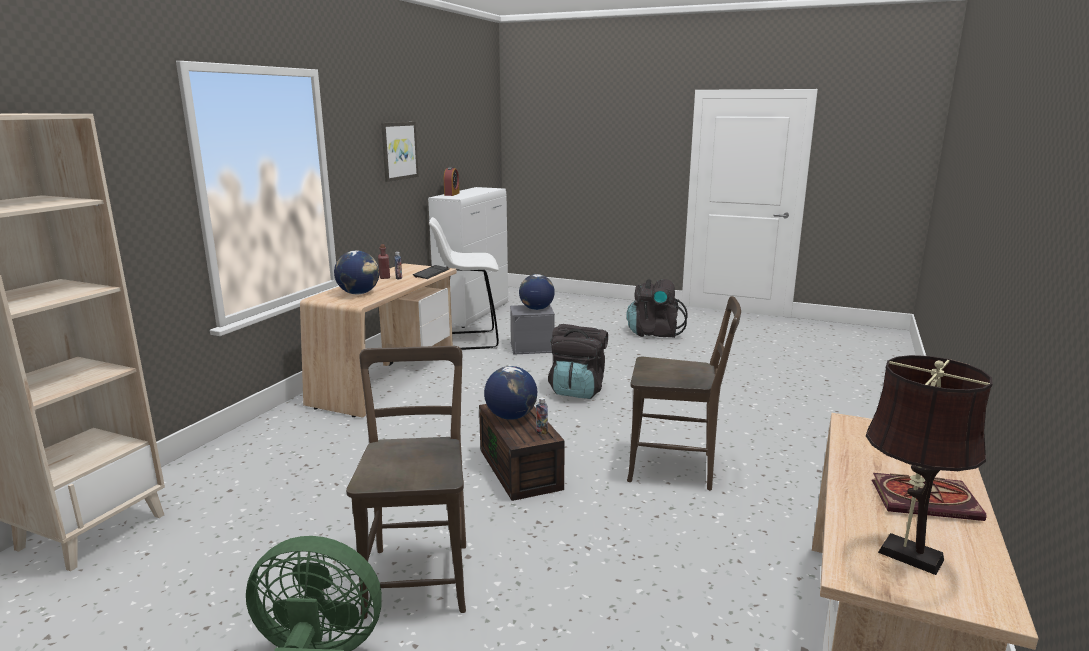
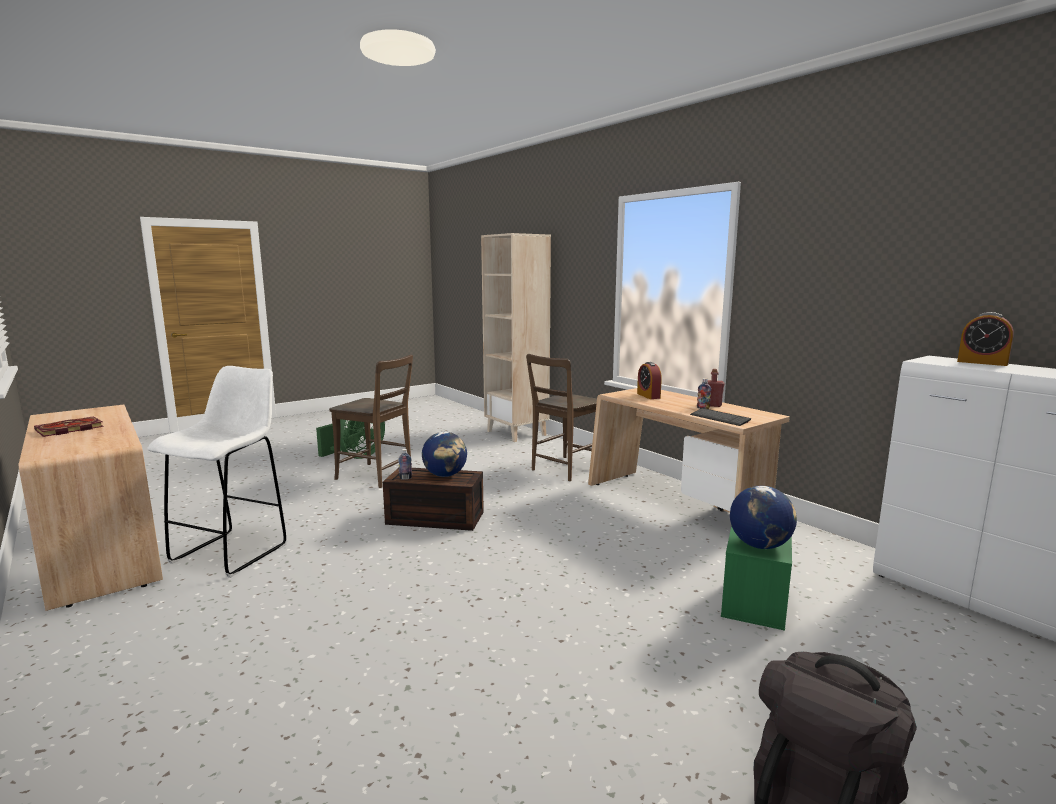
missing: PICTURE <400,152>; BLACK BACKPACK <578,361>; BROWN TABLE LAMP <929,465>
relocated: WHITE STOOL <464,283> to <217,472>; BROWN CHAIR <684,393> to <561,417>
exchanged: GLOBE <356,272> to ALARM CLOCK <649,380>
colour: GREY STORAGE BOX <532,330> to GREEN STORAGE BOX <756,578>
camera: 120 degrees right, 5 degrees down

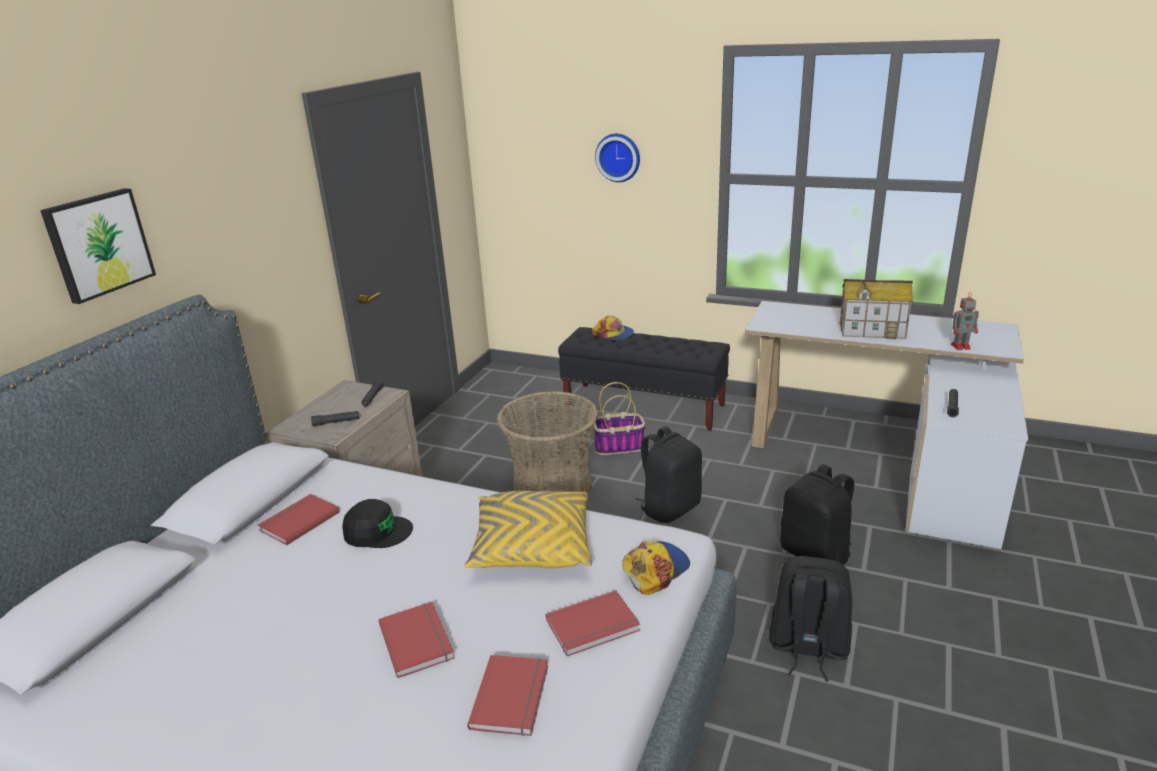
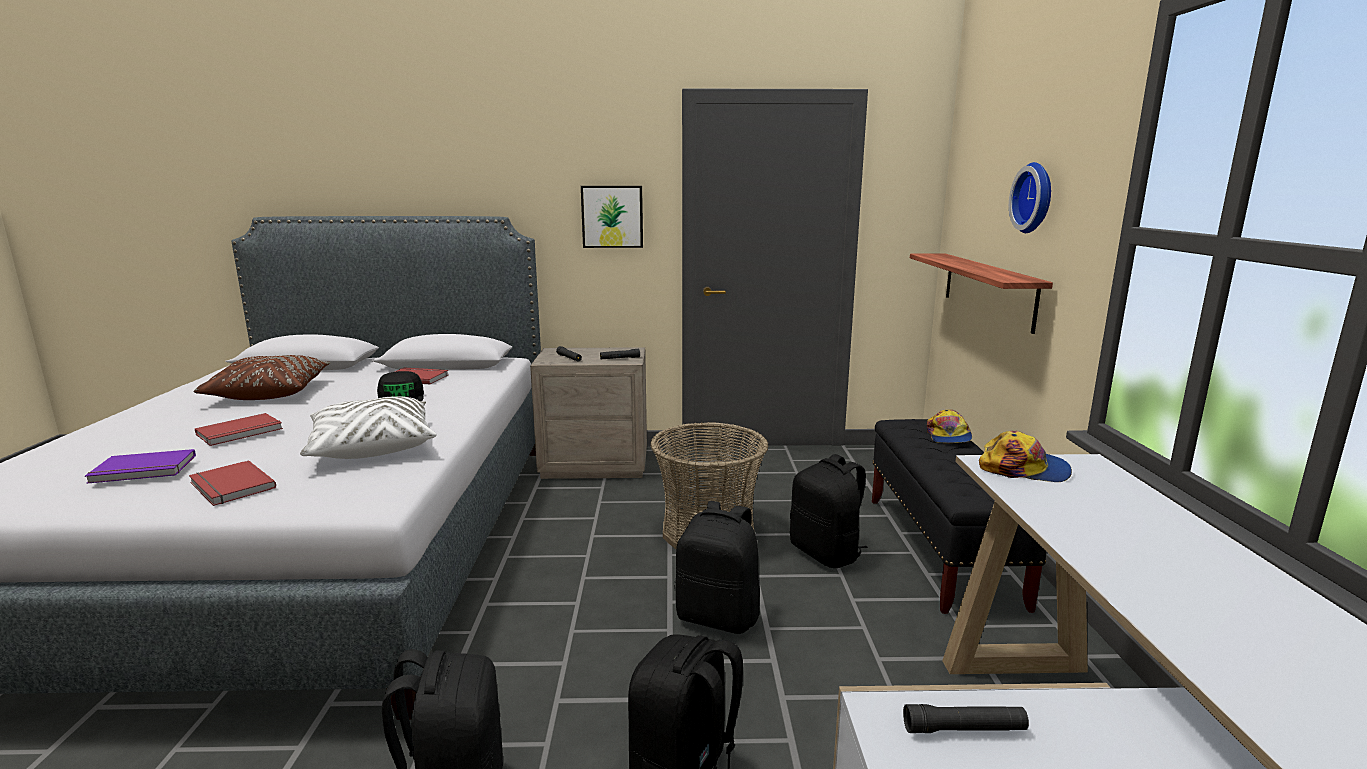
missing: TOY HOUSE <876,309>; TOY ROBOT <965,321>
appeared: BROWN PILLOW <262,377>; SHELF <981,294>
relocated: PICTURE <98,246> to <612,217>; CAP <656,568> to <1025,456>
exchanged: BASKET <619,418> to BLACK BACKPACK <829,511>
colour: YELLOW PILLOW <528,529> to WHITE PILLOW <368,427>; RED BOOK <507,695> to PURPLE BOOK <140,466>
camera: 65 degrees right, 10 degrees down

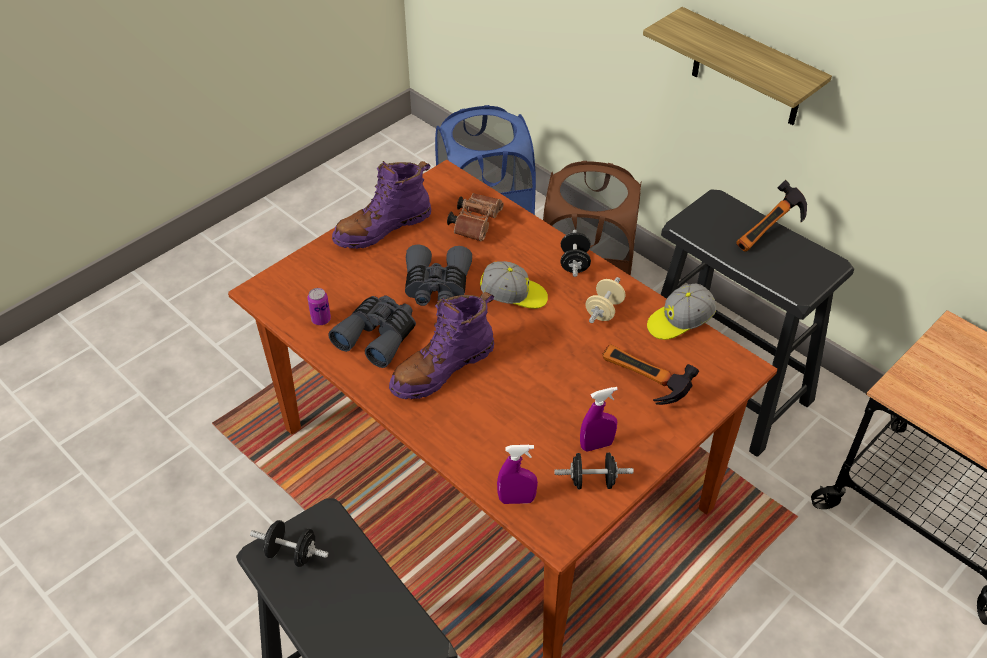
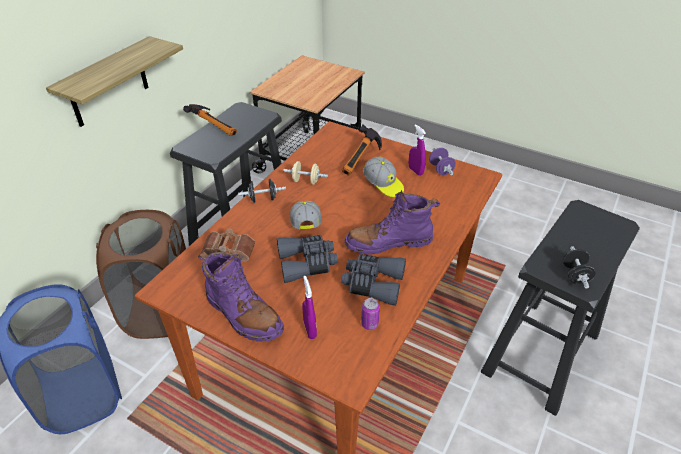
relocated: PURPLE SPRAY BOTTLE <517,474> to <309,307>; CAP <681,311> to <383,176>
colour: BLACK DUMBBELL <594,471> to PURPLE DUMBBELL <442,161>
spun: PURPLE BOOT <441,345> = <392,222> 135 degrees clockwise
camera: 105 degrees left, 5 degrees down

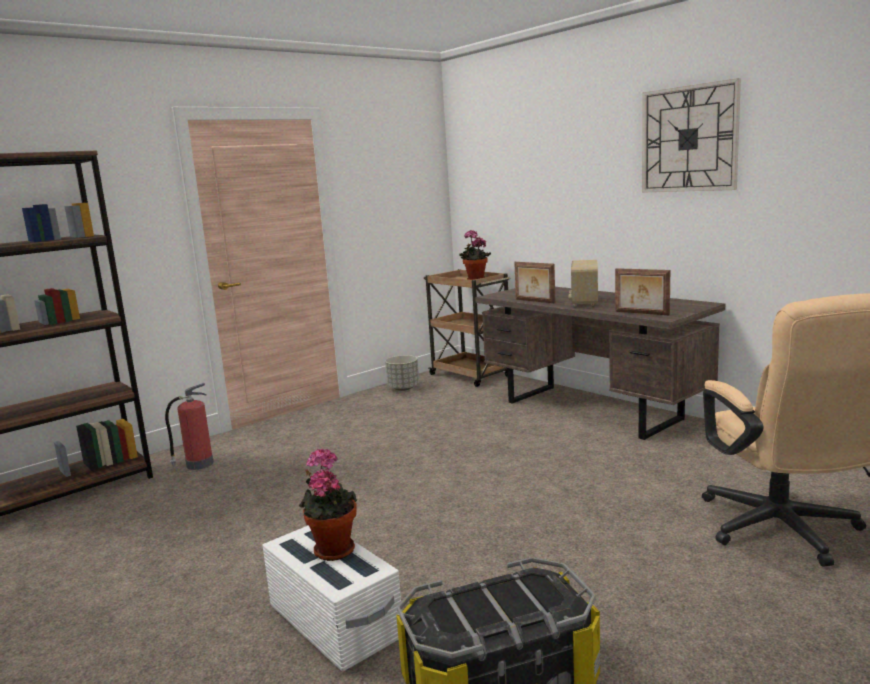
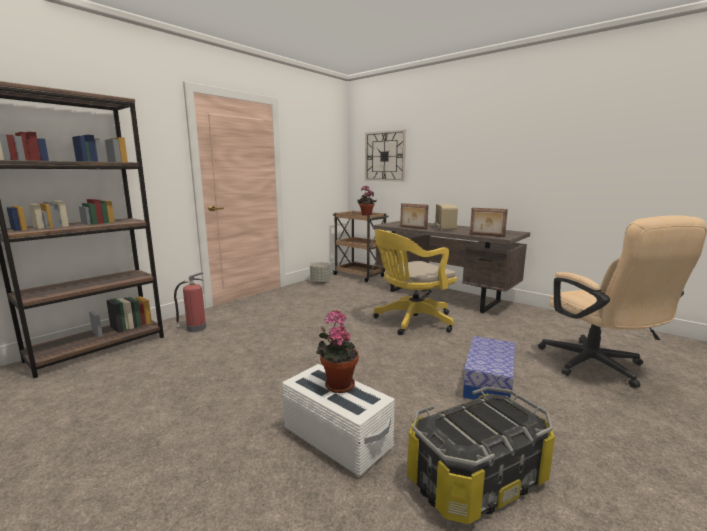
appeared: YELLOW OFFICE CHAIR <415,282>; STORAGE BOX <489,368>
relocated: WALL CLOCK <691,135> to <385,156>
camera: 10 degrees left, 0 degrees up

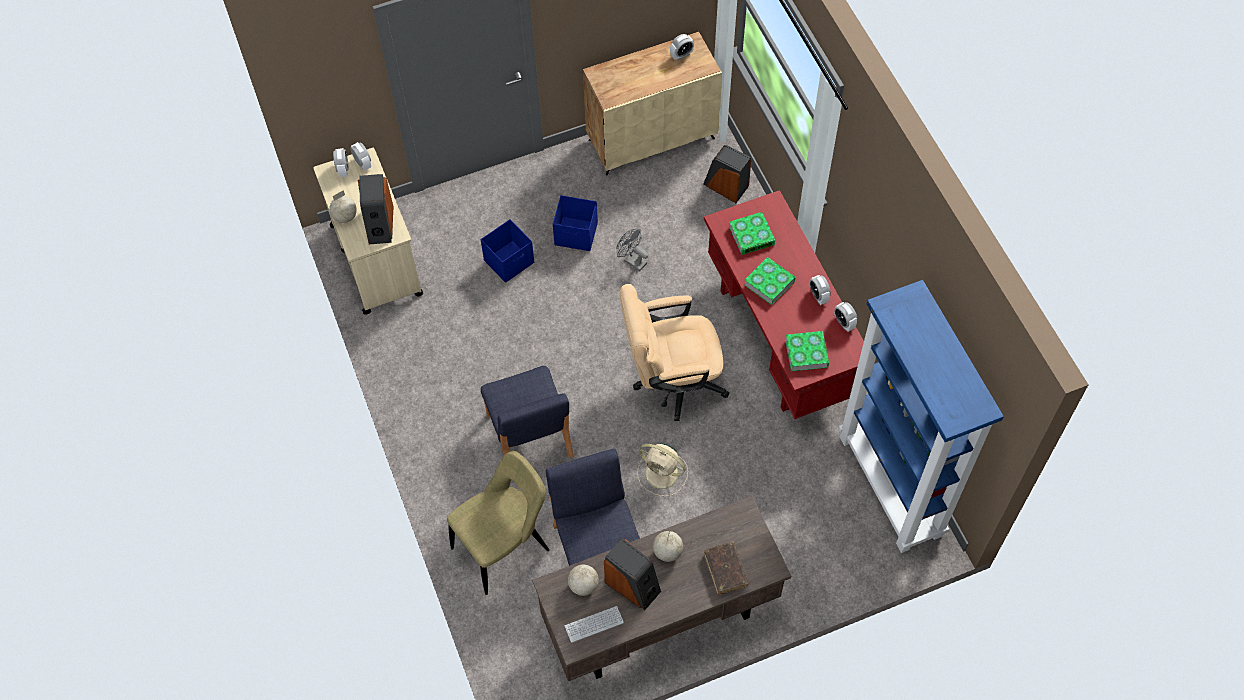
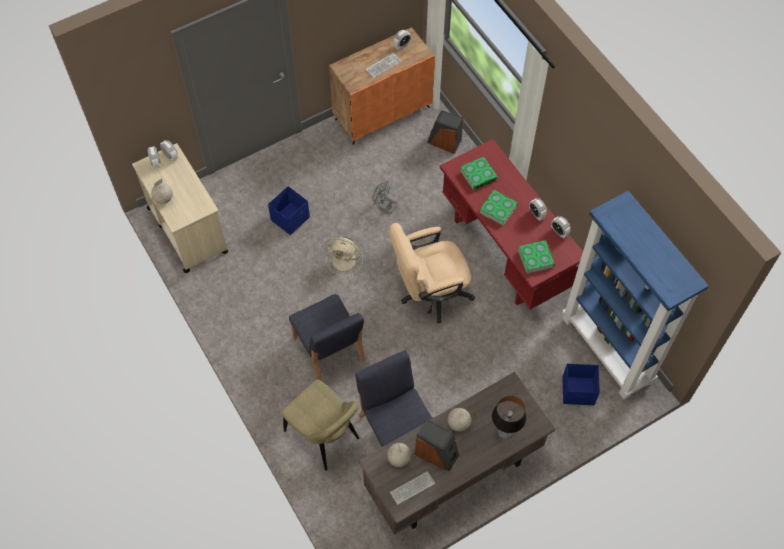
missing: SPEAKER <375,209>
appeared: KEYBOARD <383,65>
relocated: BLUE STORAGE BOX <575,223> to <581,384>; BEIGE FAN <662,470> to <344,256>
exchanged: BROWN BOOK <726,568> to TABLE LAMP <509,417>
colour: BEIGE CABINET <652,104> to ORANGE CABINET <382,86>
spun: BEIGE CHAIR <498,523> = <320,425> 90 degrees clockwise
camera: 10 degrees left, 0 degrees up

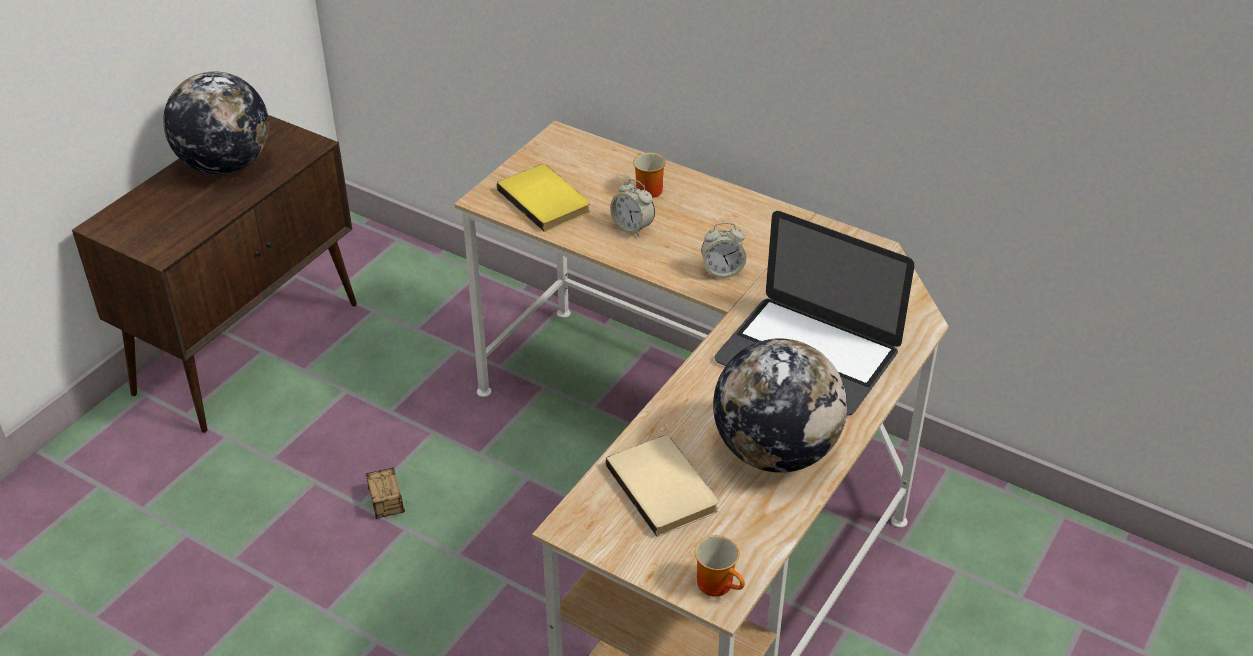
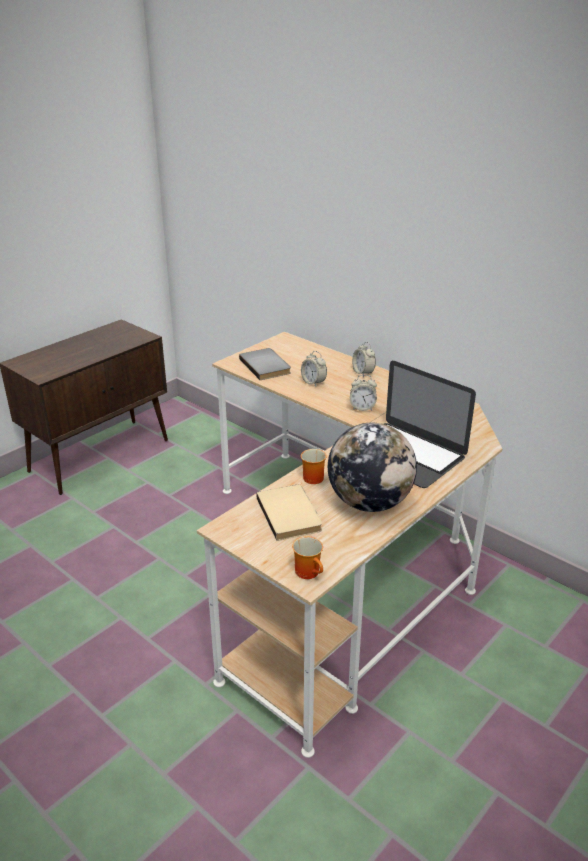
missing: GLOBE <216,123>; STORAGE BOX <386,493>
appeared: ALARM CLOCK <364,359>
relocated: MUG <649,175> to <314,466>
colour: YELLOW BOOK <543,198> to GREY BOOK <265,364>
camera: 10 degrees right, 10 degrees down

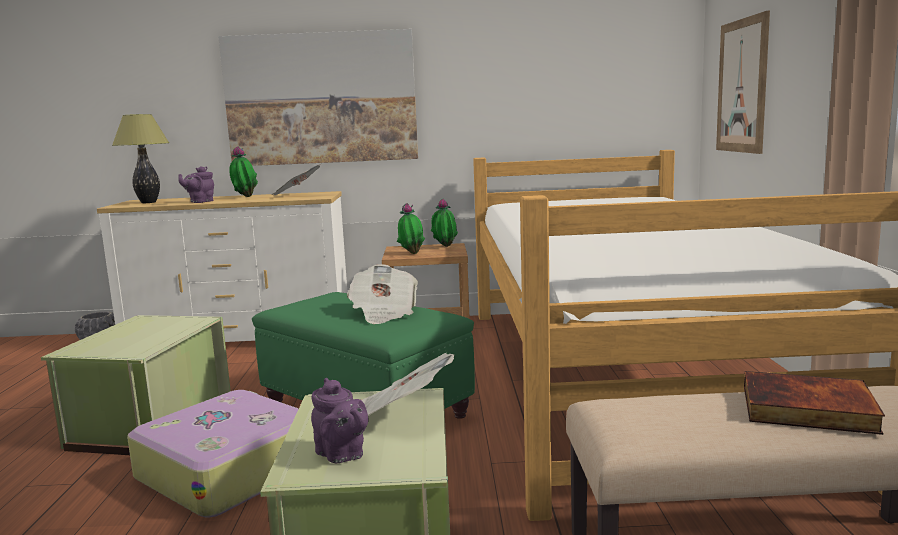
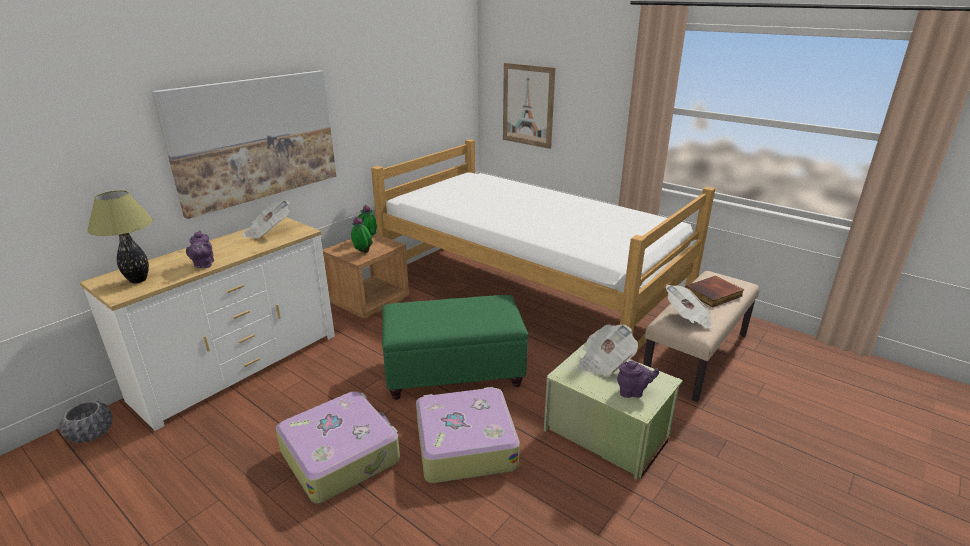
missing: POTTED PLANT <243,171>
relocated: NEWSPAPER <382,294> to <689,307>
exchanged: GREEN STORAGE BOX <136,385> to SUITCASE <338,447>
camera: 50 degrees left, 15 degrees up

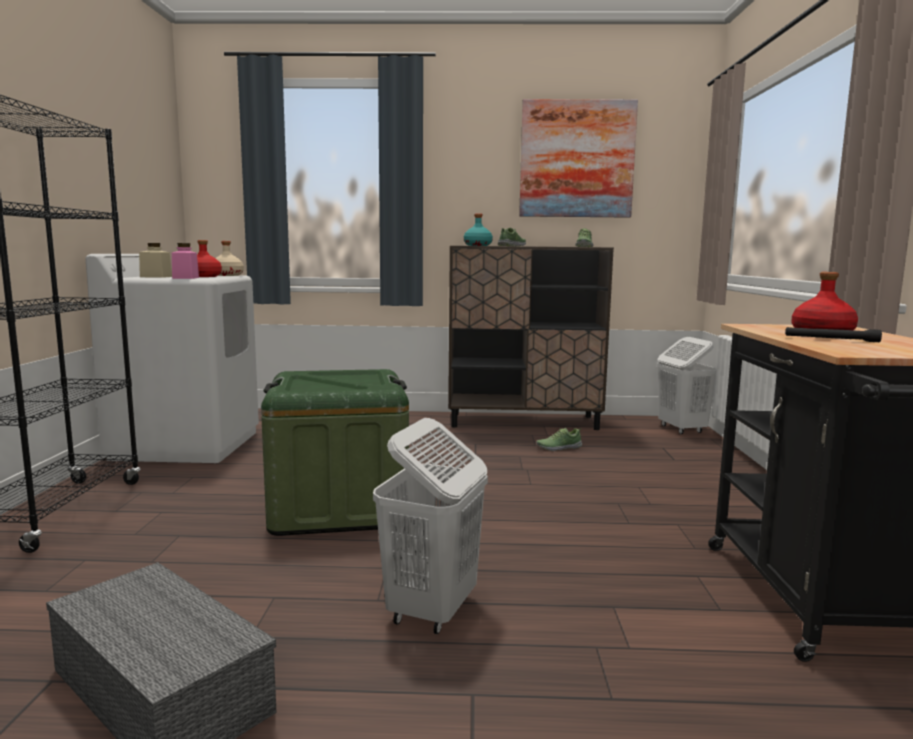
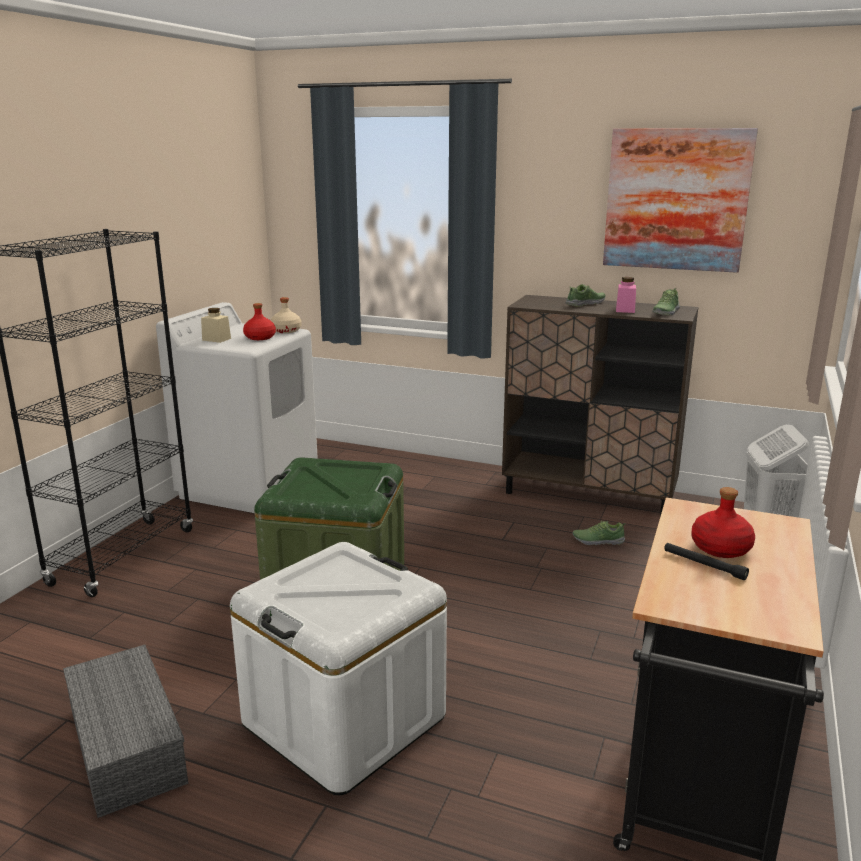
missing: TURQUOISE BOTTLE <478,230>
relocated: PINK JAR <185,261> to <626,295>
exchanged: WHITE LAUNDRY BASKET <430,526> to WHITE STORAGE BOX <338,668>
camera: 20 degrees right, 10 degrees up

